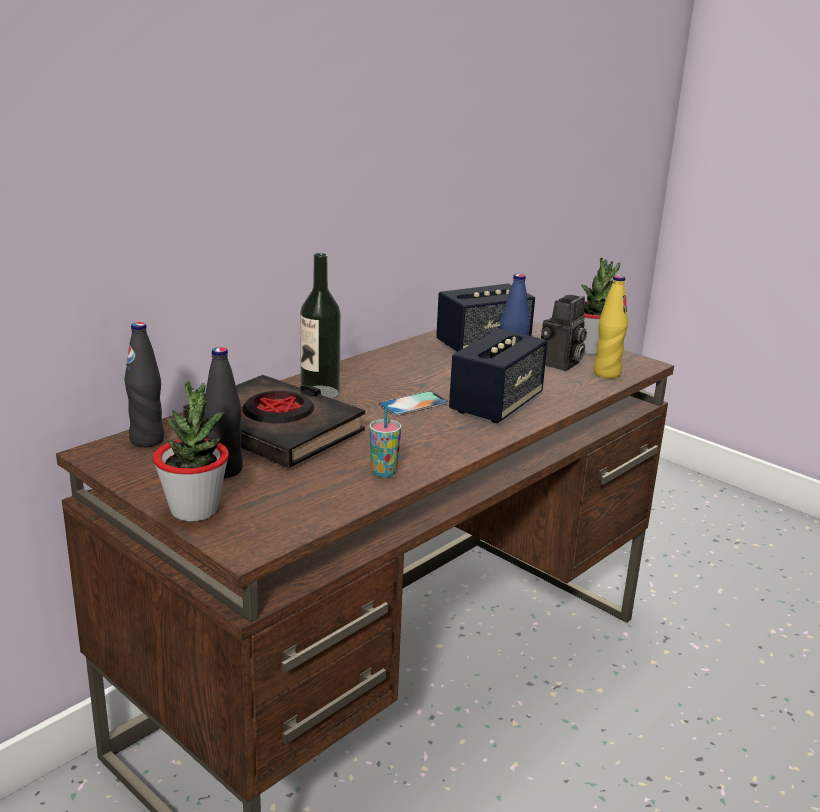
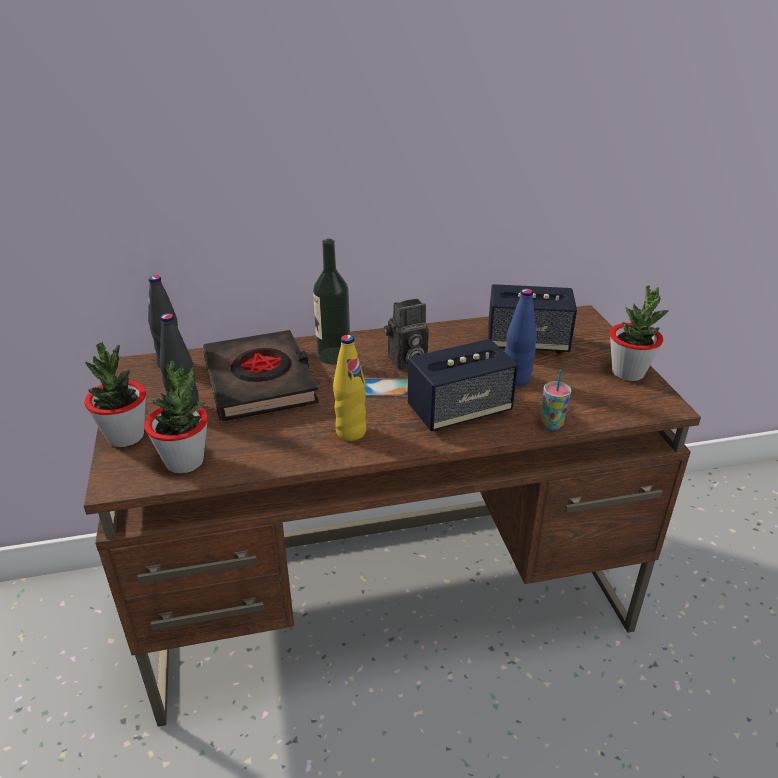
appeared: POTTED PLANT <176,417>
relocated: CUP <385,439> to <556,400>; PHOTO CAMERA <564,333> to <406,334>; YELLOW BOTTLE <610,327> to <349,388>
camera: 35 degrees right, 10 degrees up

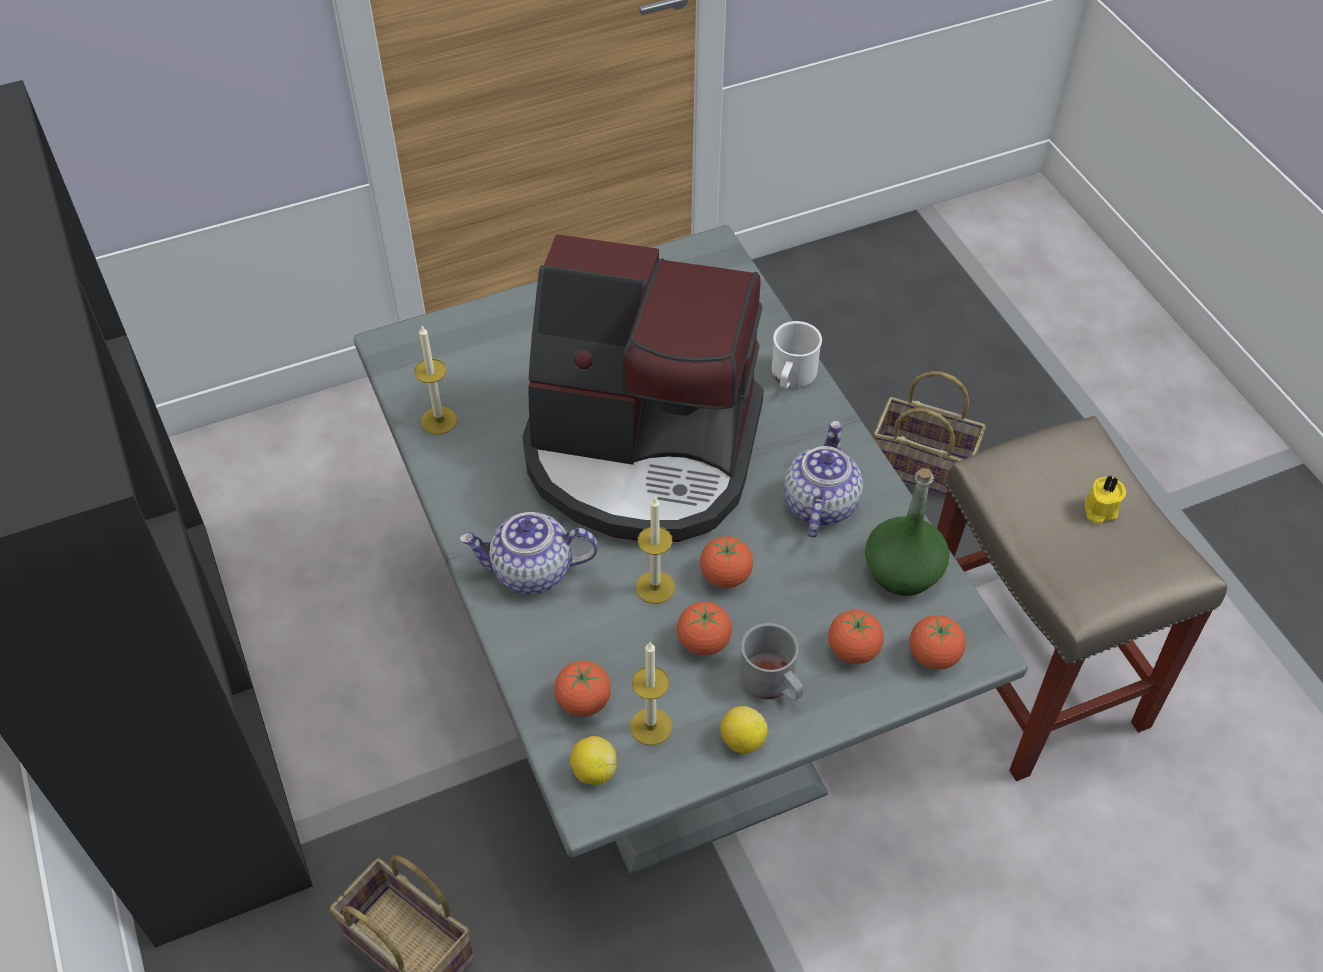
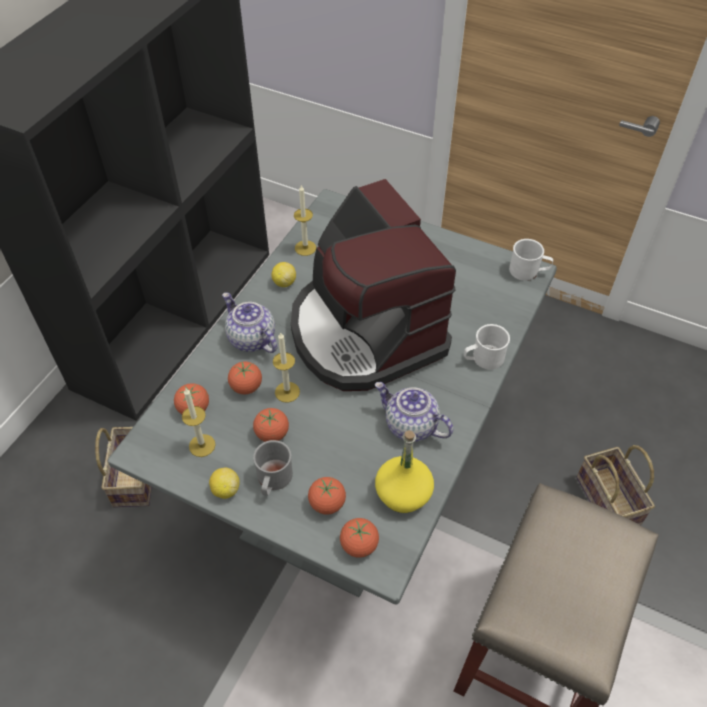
missing: YELLOW CANDLE <1105,500>
appeared: WHITE MUG <531,260>
relocated: LEMON <593,760> to <283,274>; TOMATO <726,562> to <245,378>
colour: GREEN BOTTLE <907,532> to YELLOW BOTTLE <404,471>
spun: TEAPOT <823,479> = <414,412> 120 degrees counterclockwise
camera: 50 degrees right, 0 degrees up

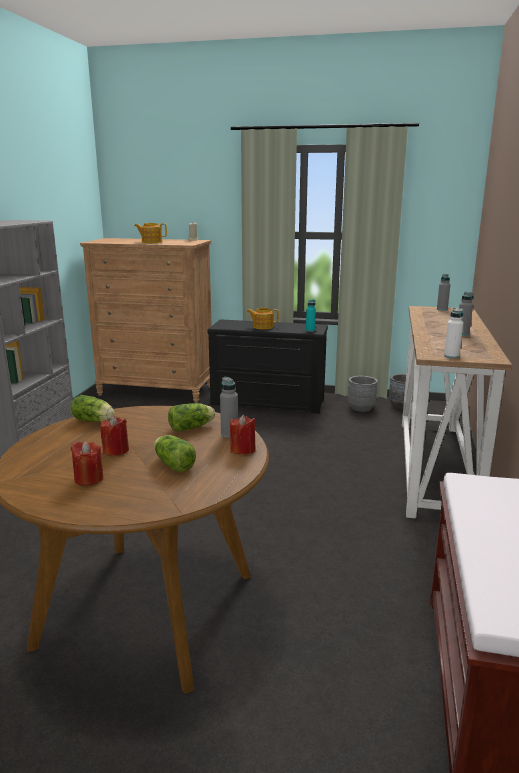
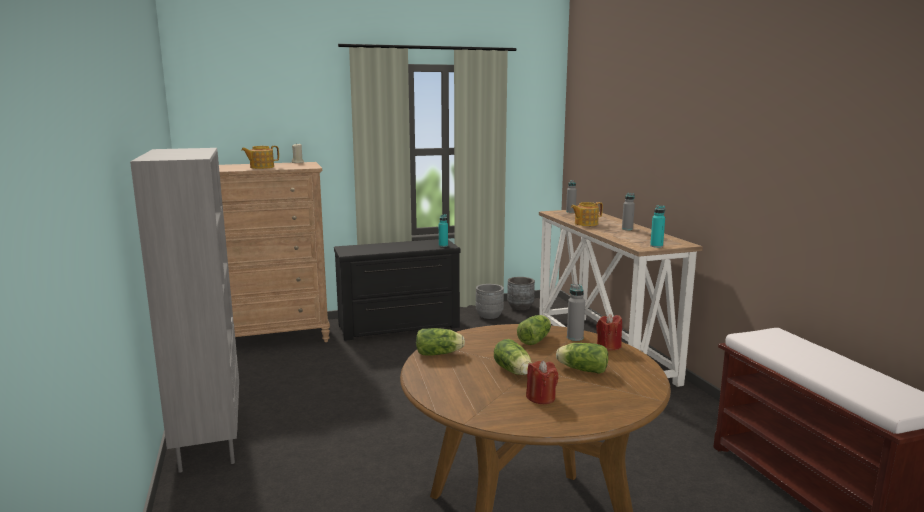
relocated: TEAPOT <263,318> to <587,214>
exchanged: RED CANDLE <114,436> to LETTUCE <513,357>
colour: WHITE BOTTLE <453,333> to TURQUOISE BOTTLE <657,226>
camera: 30 degrees left, 5 degrees down

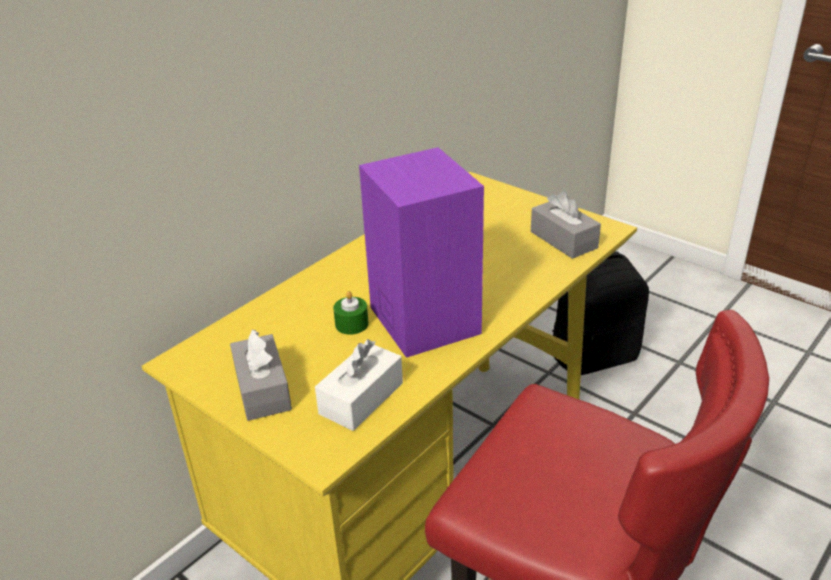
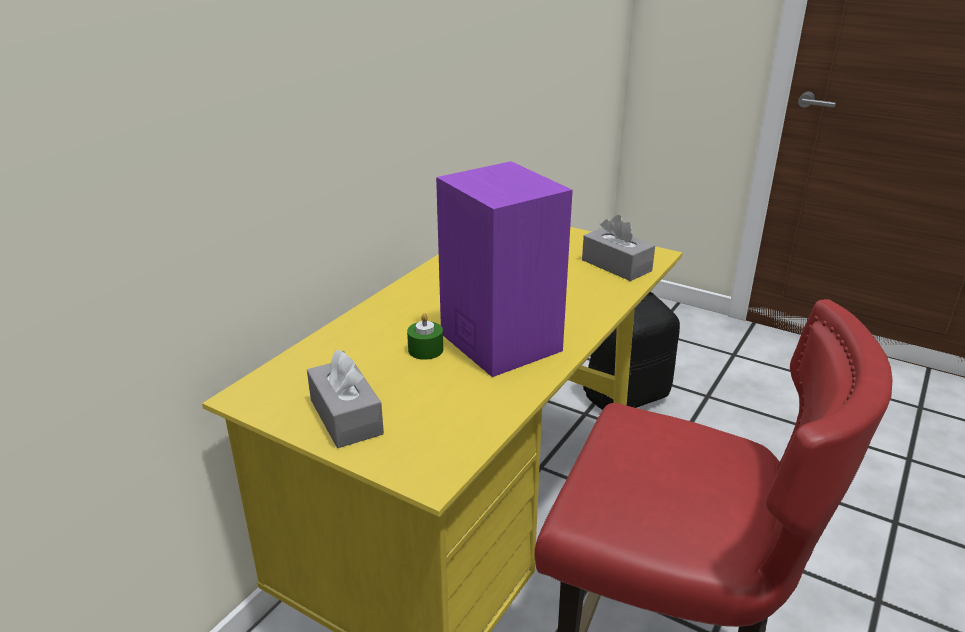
missing: WHITE TISSUE BOX <359,385>
camera: 10 degrees left, 5 degrees down

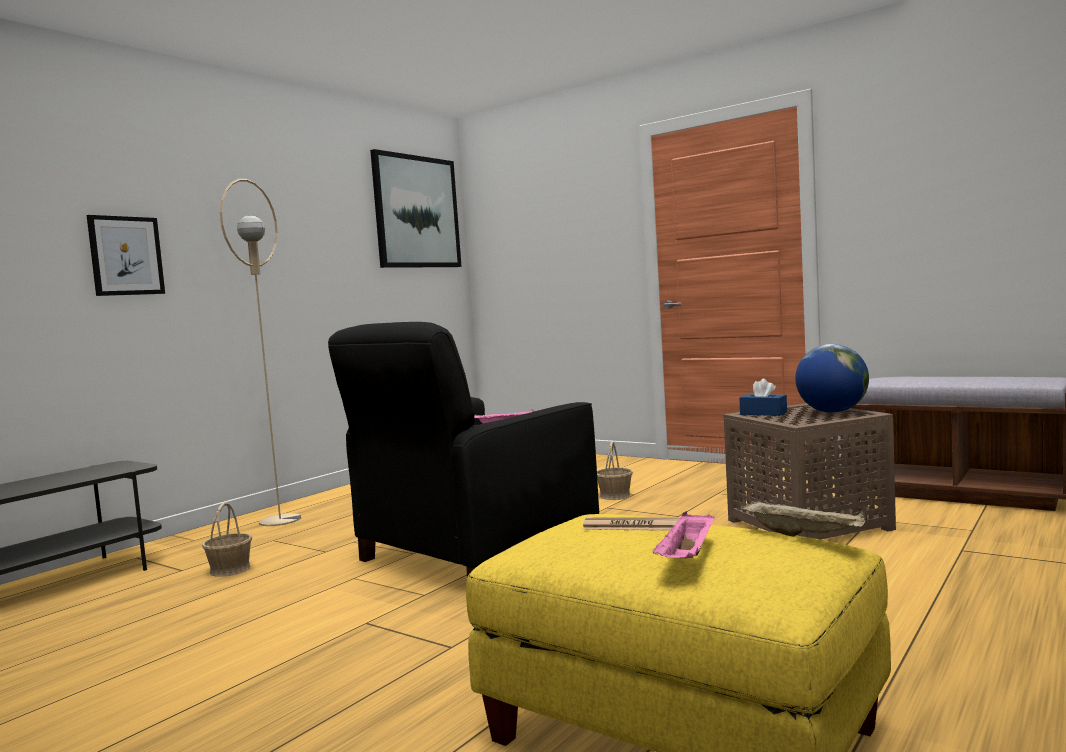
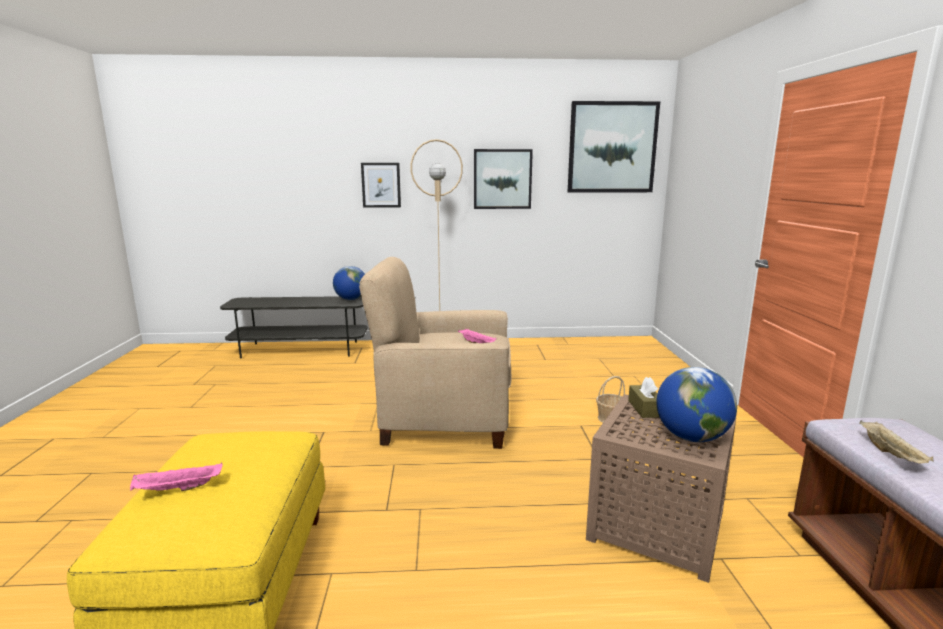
missing: BASKET <227,539>; NEWSPAPER <631,524>
appeared: GLOBE <349,283>; PICTURE <503,179>
relocated: BEIGE TRAY <803,519> to <896,441>
colour: BLACK ARMCHAIR <463,449> to BEIGE ARMCHAIR <435,353>; BLUE TISSUE BOX <763,397> to BROWN TISSUE BOX <644,397>
camera: 50 degrees right, 10 degrees up

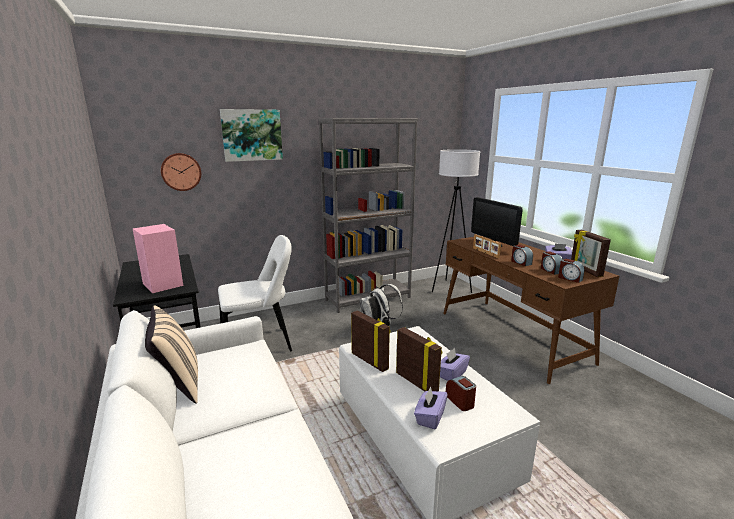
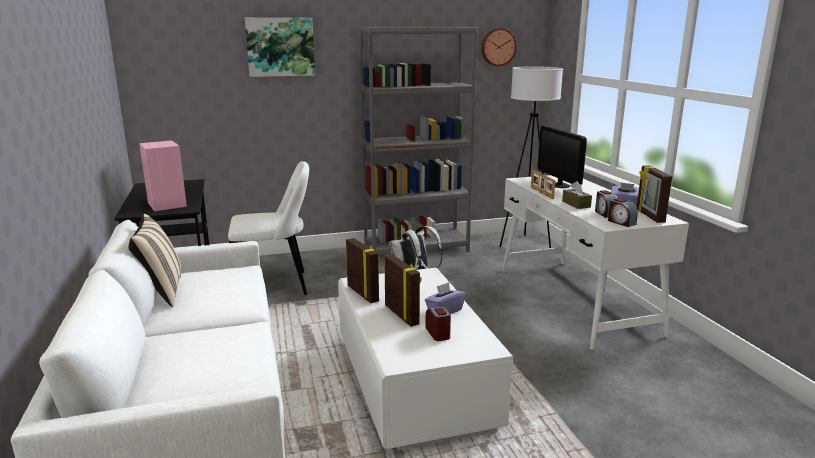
missing: PURPLE TISSUE BOX <431,408>
relocated: WALL CLOCK <181,172> to <499,47>
exchanged: ALARM CLOCK <522,255> to BROWN TISSUE BOX <577,195>
colour: BROWN DESK <531,310> to WHITE DESK <595,262>
camera: 10 degrees right, 0 degrees up

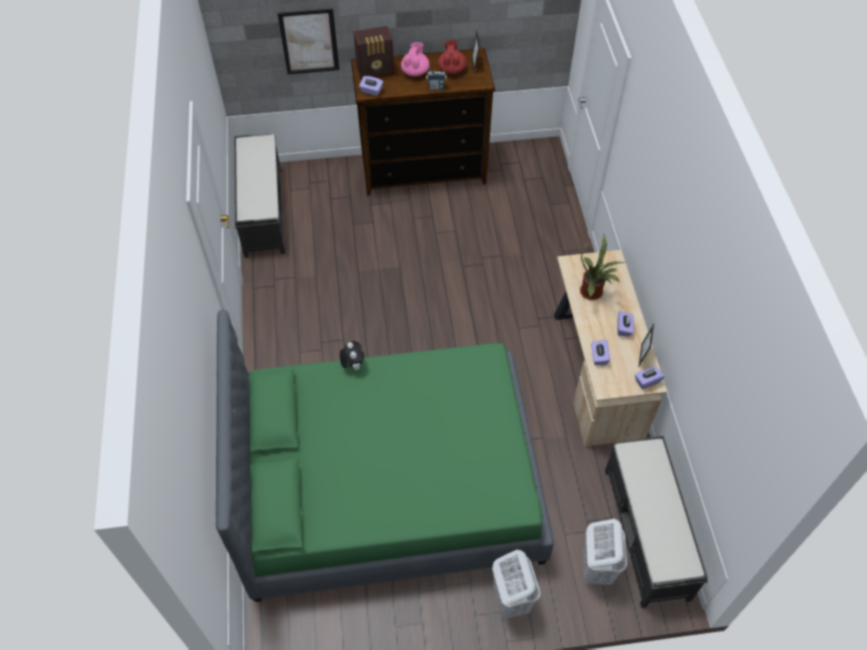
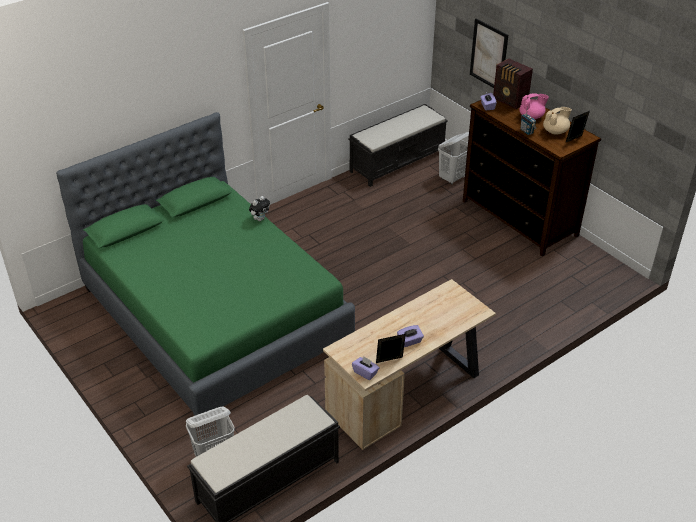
missing: POTTED PLANT <603,267>; PURPLE TISSUE BOX <600,352>
relocated: WHITE LAUNDRY BASKET <516,584> to <453,158>
colour: RED TEAPOT <452,57> to BEIGE TEAPOT <557,121>
camera: 60 degrees right, 15 degrees down

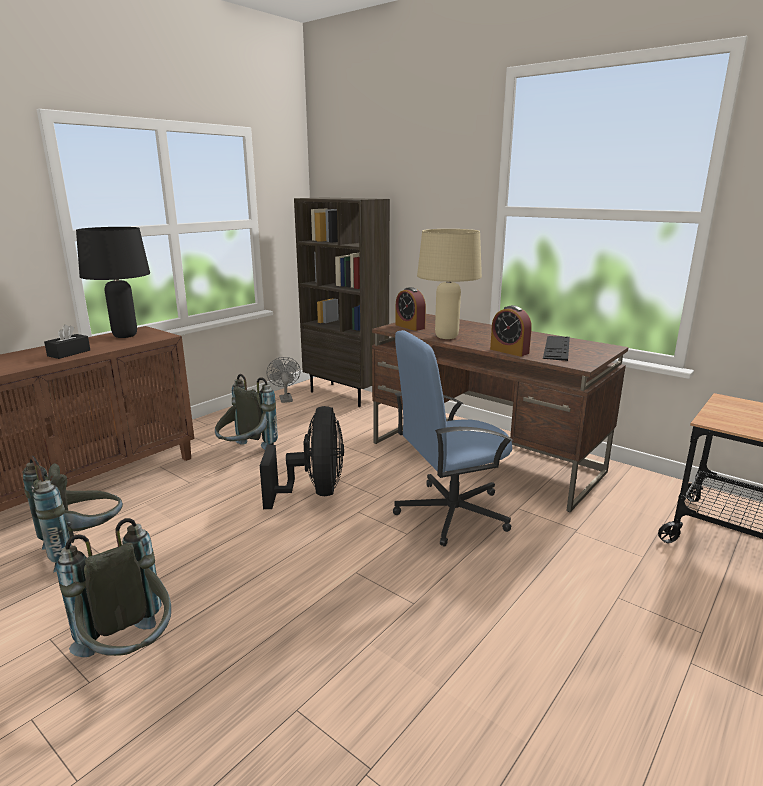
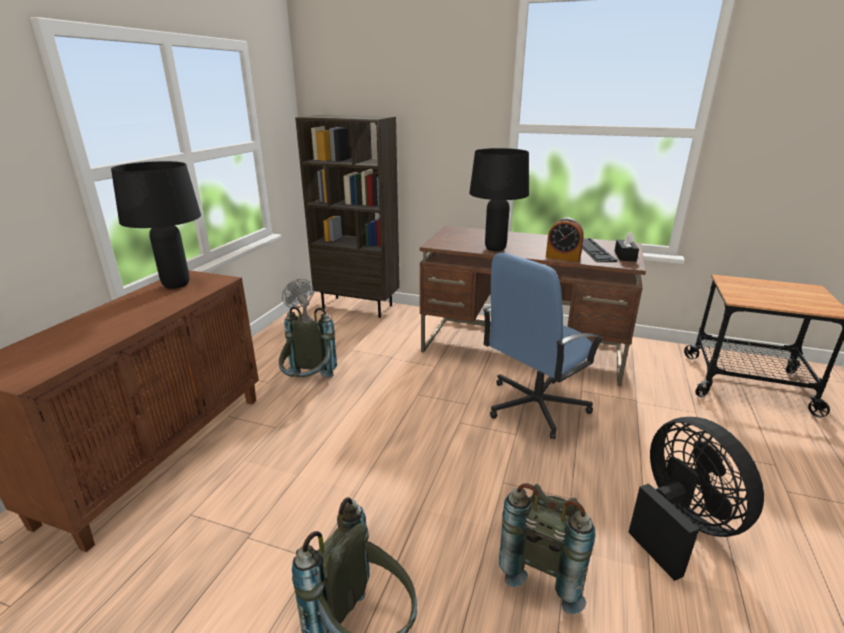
missing: ALARM CLOCK <410,309>
relocated: GREY BACKPACK <72,514> to <547,548>; BLACK TISSUE BOX <67,341> to <626,246>; BLACK FAN <302,457> to <696,499>
colour: BEIGE TABLE LAMP <449,284> to BLACK TABLE LAMP <499,199>
camera: 20 degrees left, 5 degrees up

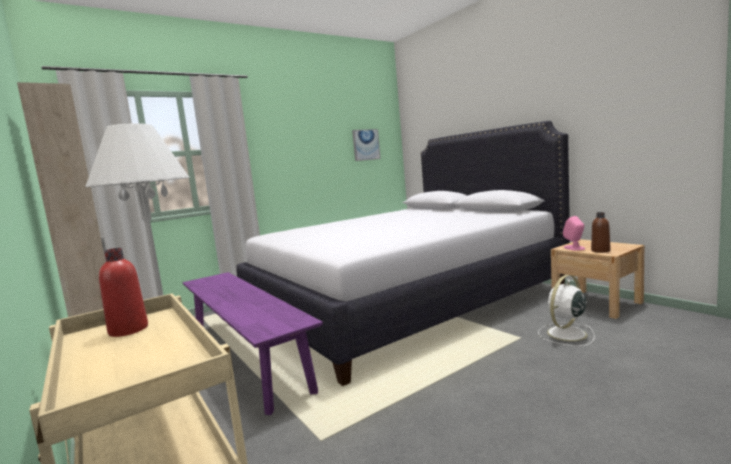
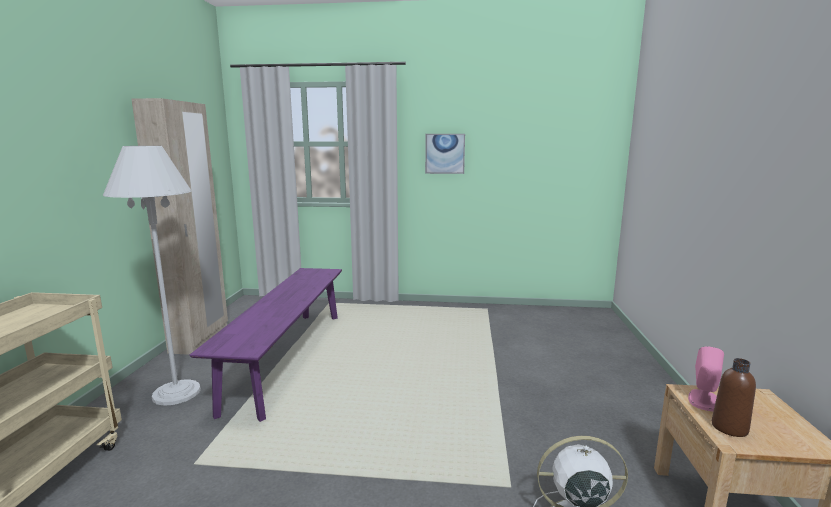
missing: RED BOTTLE <123,292>; WHITE BED <403,253>
relocated: PICTURE <366,145> to <445,154>
camera: 40 degrees right, 5 degrees up

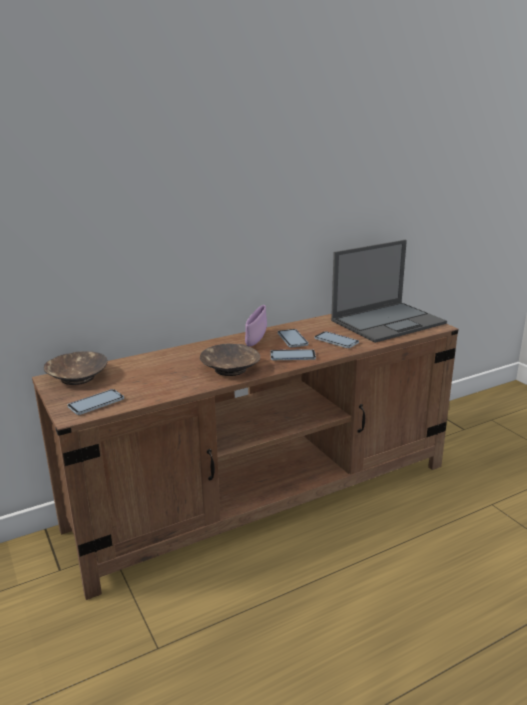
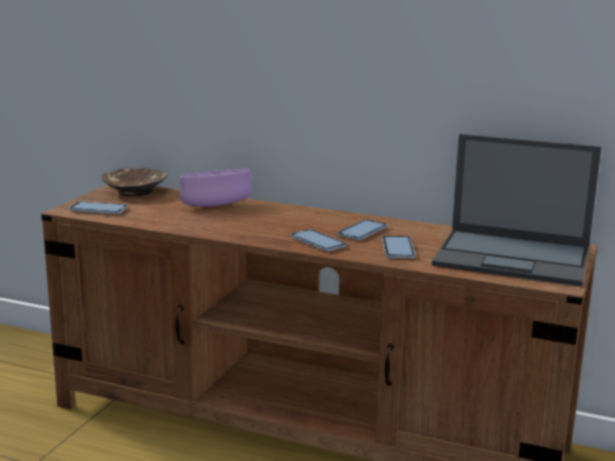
missing: BROWN BOWL <230,360>
relocated: PURPLE BOWL <256,326> to <216,188>
camera: 50 degrees right, 5 degrees down

